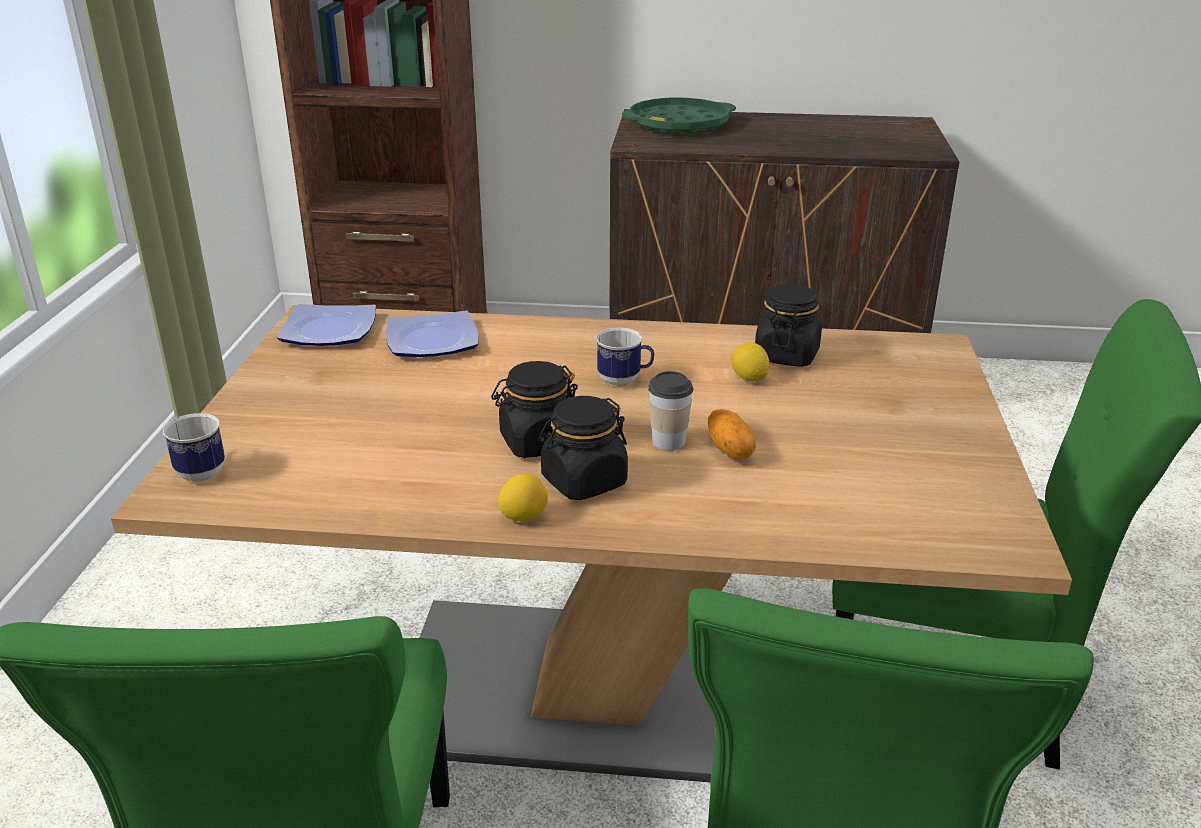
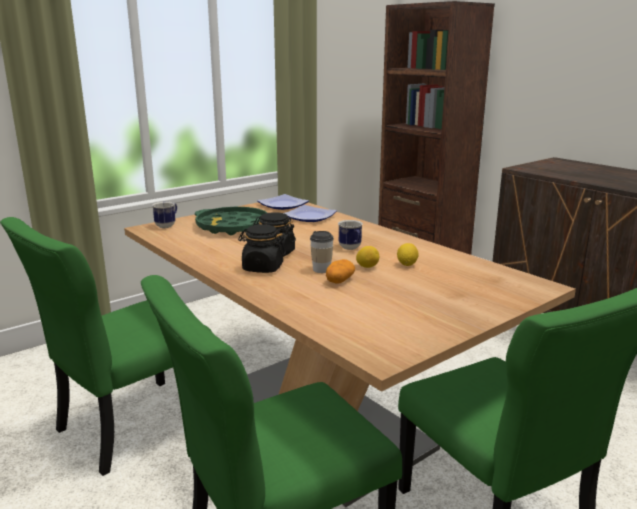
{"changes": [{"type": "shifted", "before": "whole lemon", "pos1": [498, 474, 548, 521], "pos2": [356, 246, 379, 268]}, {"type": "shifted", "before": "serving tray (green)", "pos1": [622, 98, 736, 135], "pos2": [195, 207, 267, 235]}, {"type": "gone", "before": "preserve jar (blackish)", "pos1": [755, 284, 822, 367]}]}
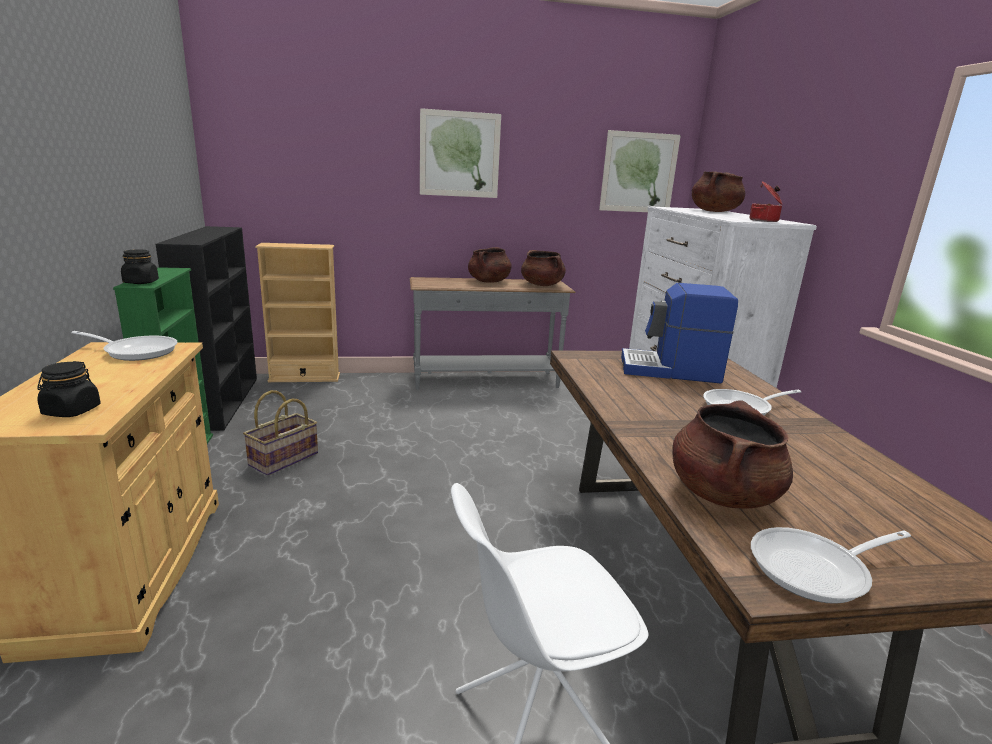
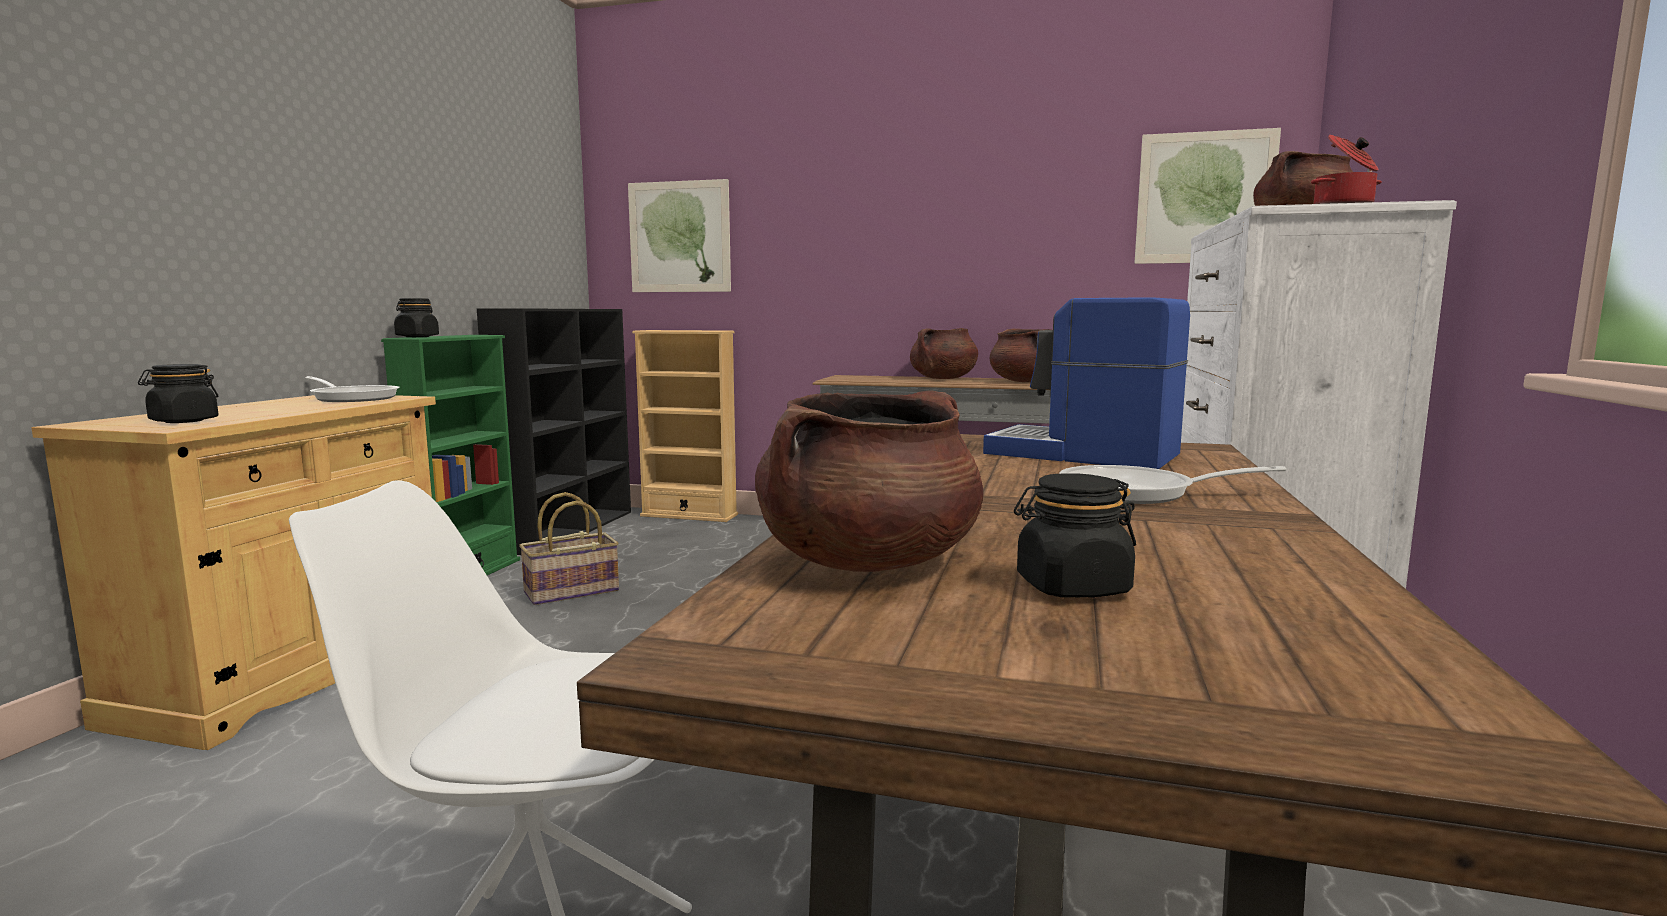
{"changes": [{"type": "shifted", "before": "wall picture", "pos1": [420, 108, 501, 198], "pos2": [628, 179, 731, 292]}, {"type": "gone", "before": "pan", "pos1": [751, 527, 911, 604]}, {"type": "new", "after": "preserve jar (blackish)", "pos2": [1014, 473, 1136, 598]}]}
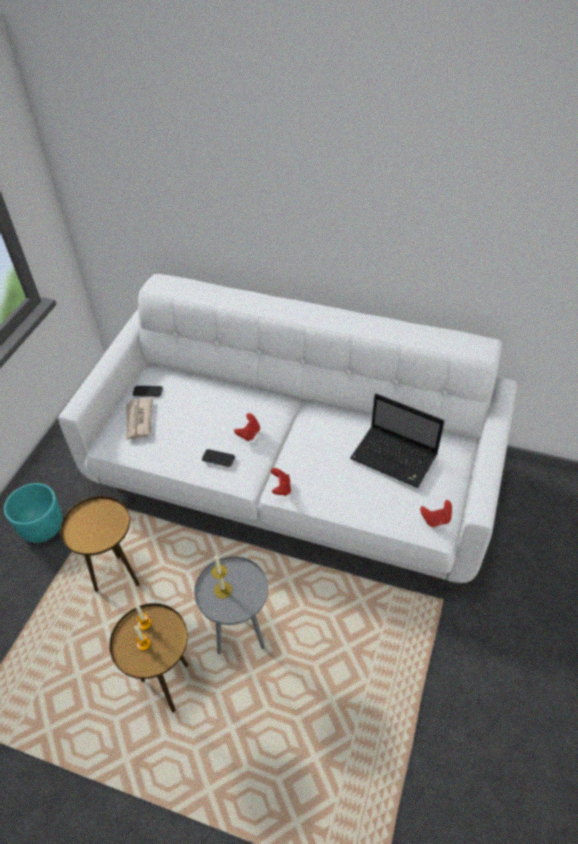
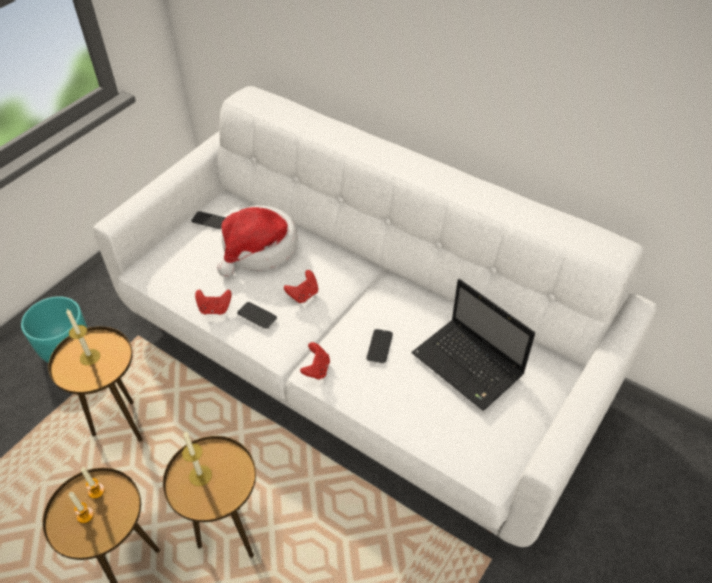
{"changes": [{"type": "gone", "before": "printed paper", "pos1": [126, 398, 153, 441]}, {"type": "repainted", "before": "end table (grey)", "after": "end table (brown)", "pos1": [194, 556, 268, 654], "pos2": [163, 436, 256, 558]}, {"type": "shifted", "before": "joypad (red)", "pos1": [420, 500, 452, 527], "pos2": [195, 289, 232, 315]}, {"type": "new", "after": "wax candle", "pos2": [66, 309, 100, 365]}, {"type": "new", "after": "hat", "pos2": [217, 205, 298, 277]}, {"type": "new", "after": "handset", "pos2": [367, 329, 393, 363]}]}
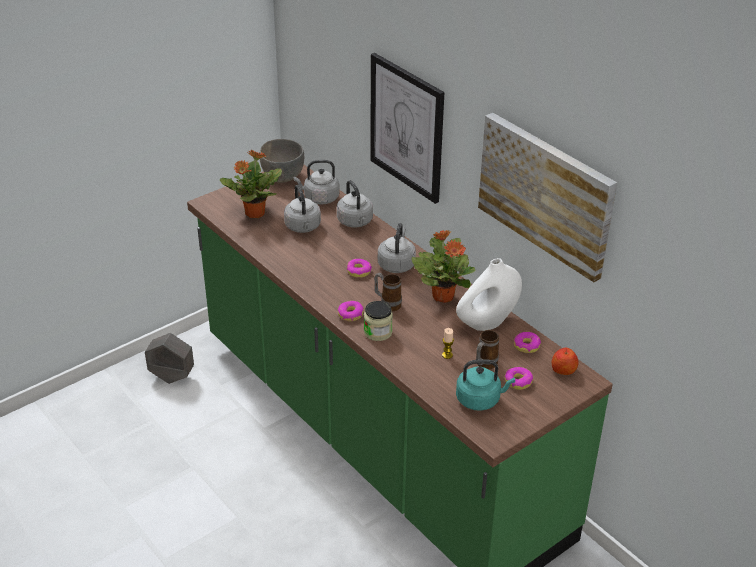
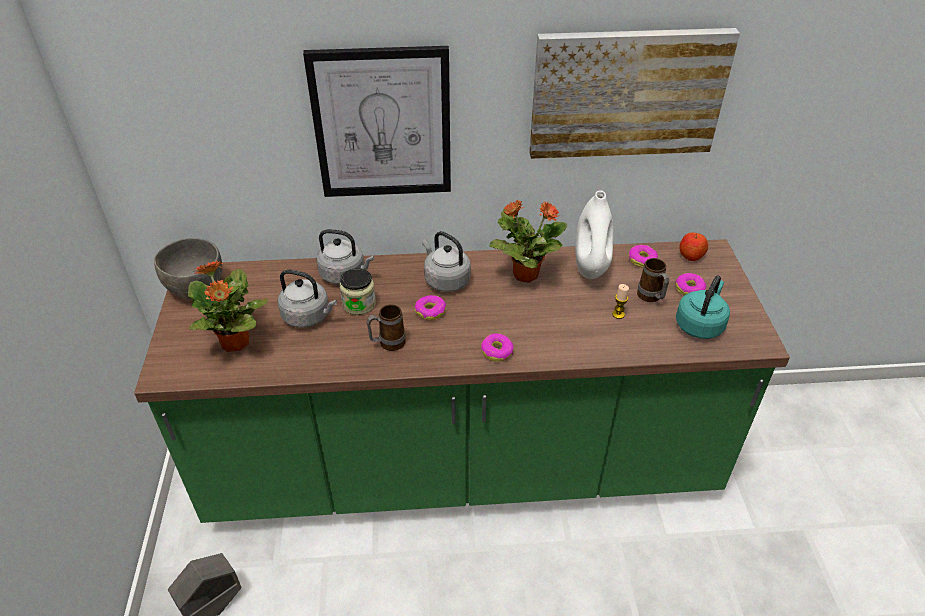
{"changes": [{"type": "gone", "before": "tea kettle (grey)", "pos1": [294, 160, 340, 205]}, {"type": "shifted", "before": "preserve jar", "pos1": [364, 301, 393, 341], "pos2": [340, 268, 376, 315]}, {"type": "shifted", "before": "tea mug", "pos1": [374, 273, 402, 311], "pos2": [367, 304, 406, 351]}]}
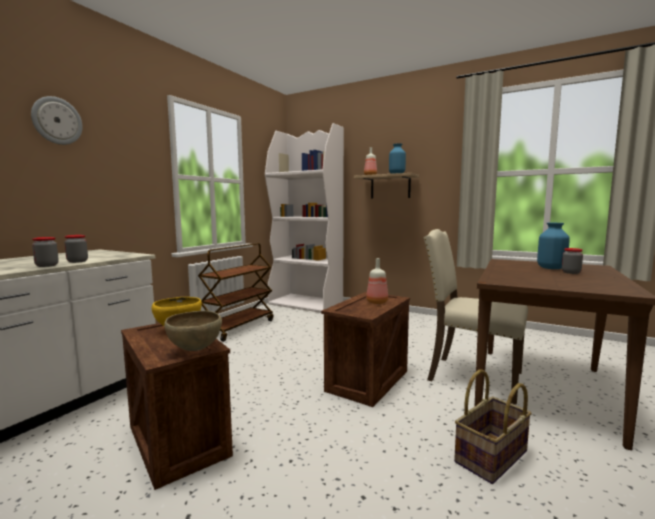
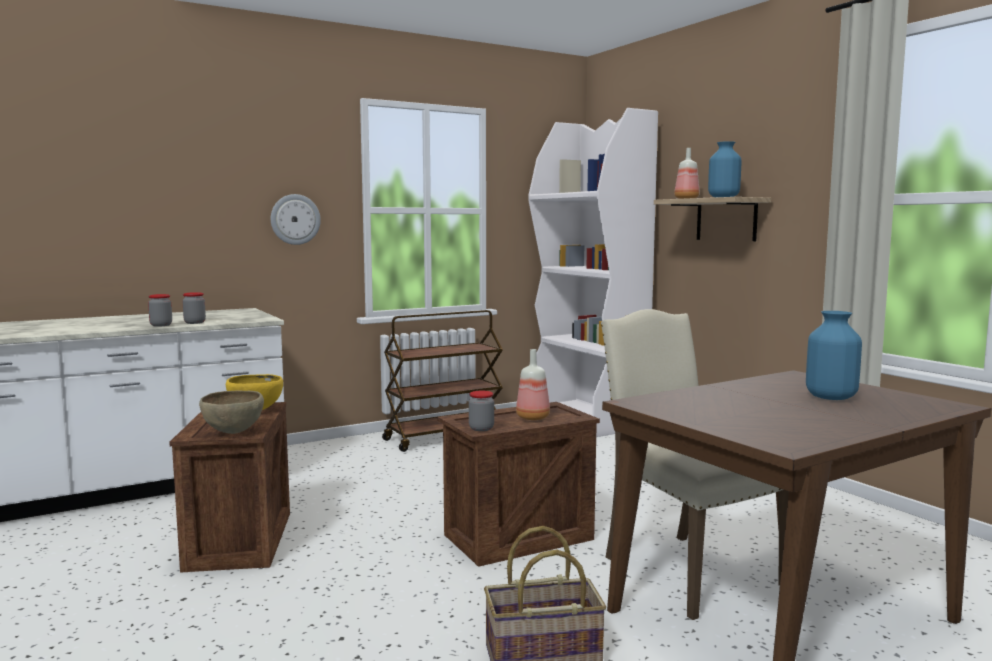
{"changes": [{"type": "shifted", "before": "hanging clock", "pos1": [31, 96, 83, 145], "pos2": [271, 194, 321, 245]}, {"type": "shifted", "before": "preserve jar", "pos1": [562, 248, 583, 274], "pos2": [469, 391, 494, 431]}]}
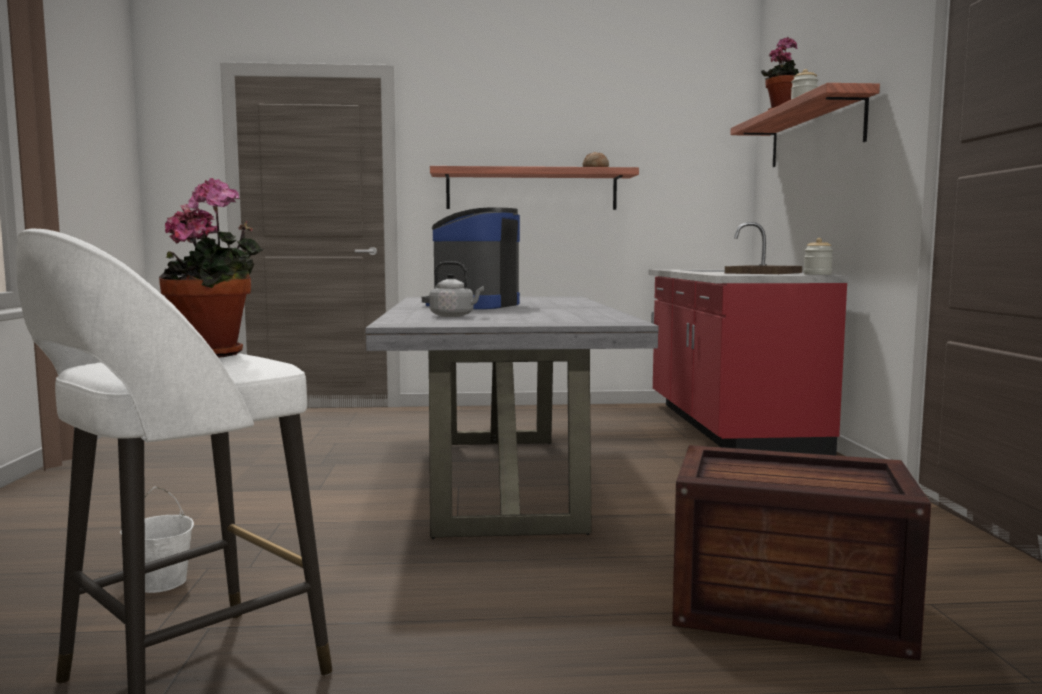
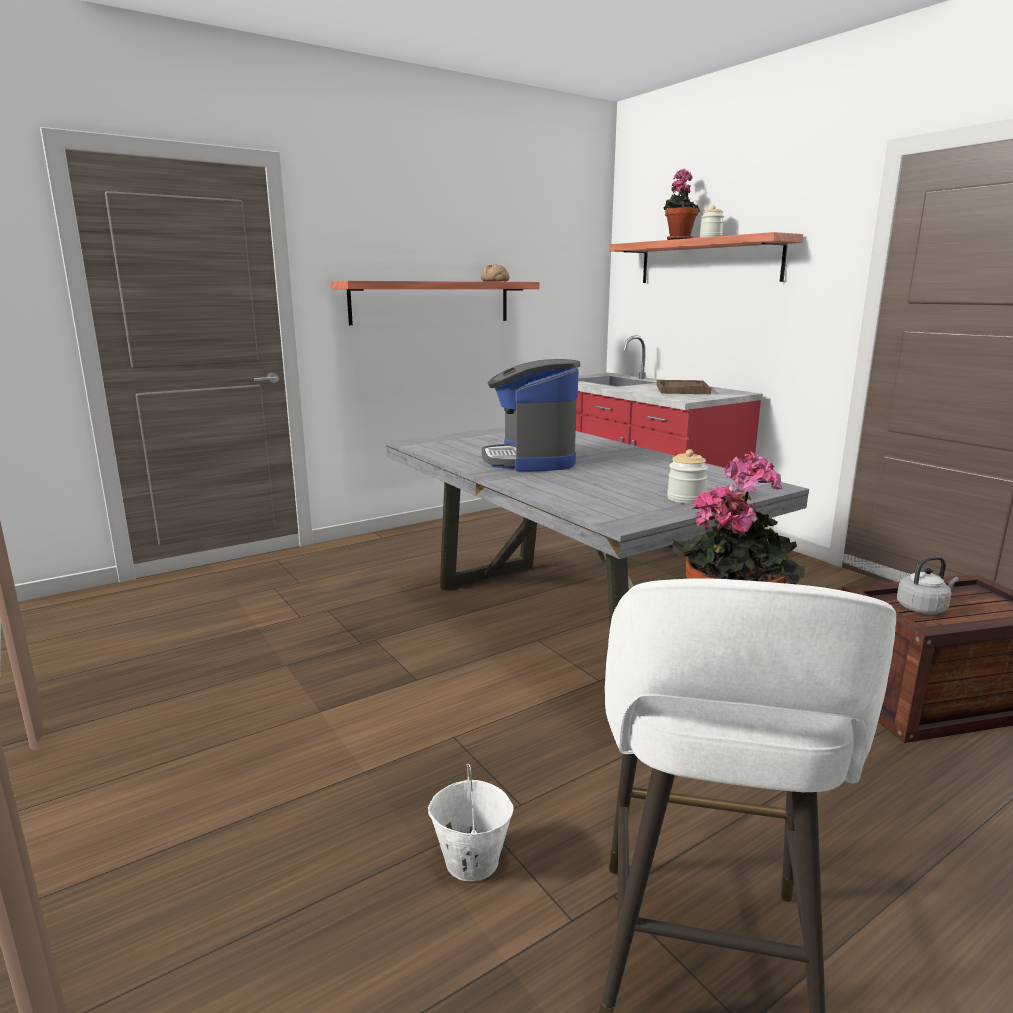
{"changes": [{"type": "shifted", "before": "tea kettle (grey)", "pos1": [429, 261, 484, 317], "pos2": [897, 556, 959, 614]}, {"type": "shifted", "before": "preserve jar", "pos1": [804, 238, 833, 275], "pos2": [667, 449, 708, 504]}]}
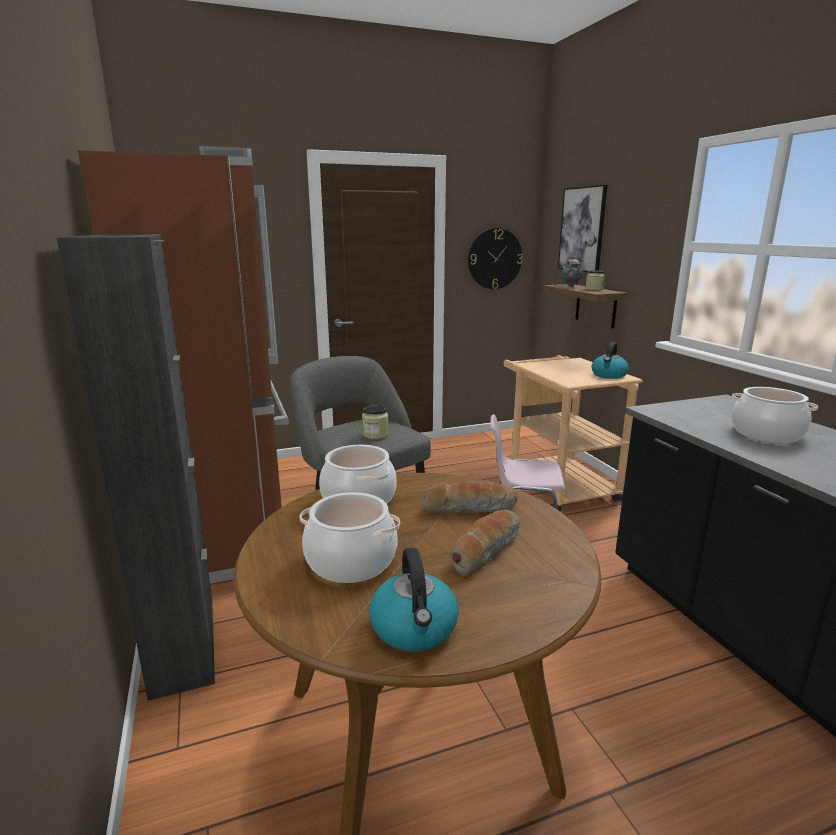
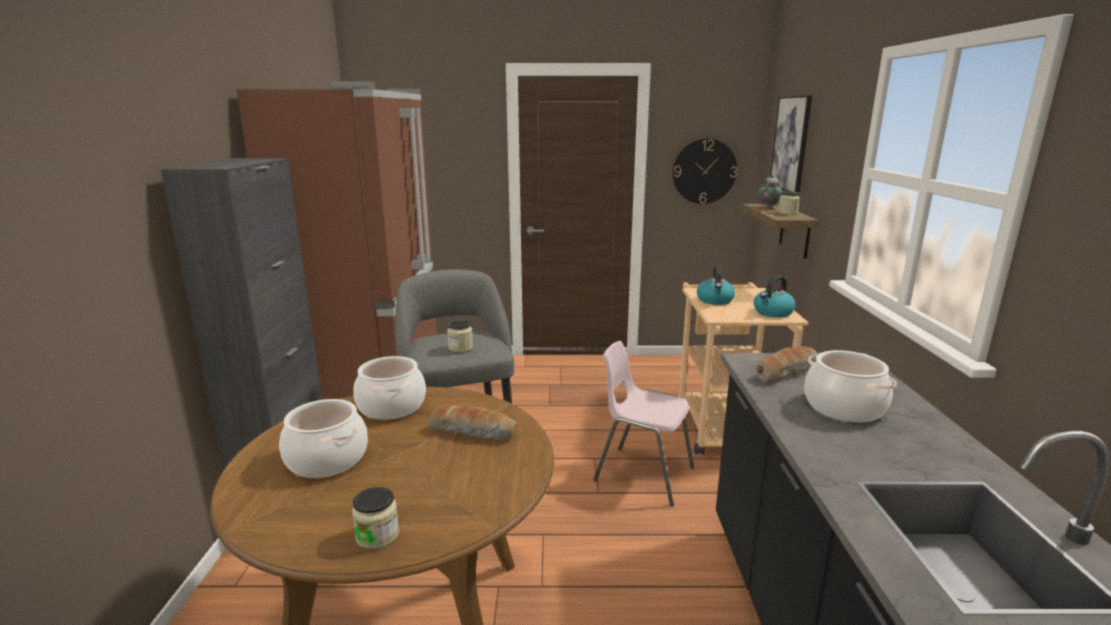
{"changes": [{"type": "shifted", "before": "tea kettle", "pos1": [369, 547, 459, 652], "pos2": [697, 265, 735, 305]}, {"type": "shifted", "before": "bread", "pos1": [450, 510, 520, 577], "pos2": [756, 346, 818, 384]}, {"type": "new", "after": "preserve jar", "pos2": [352, 487, 399, 549]}]}
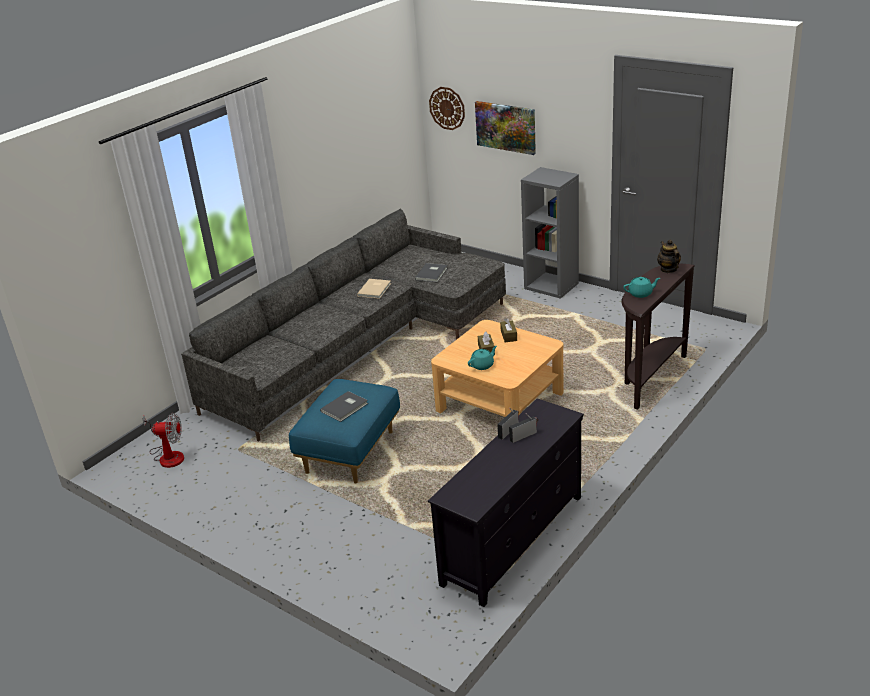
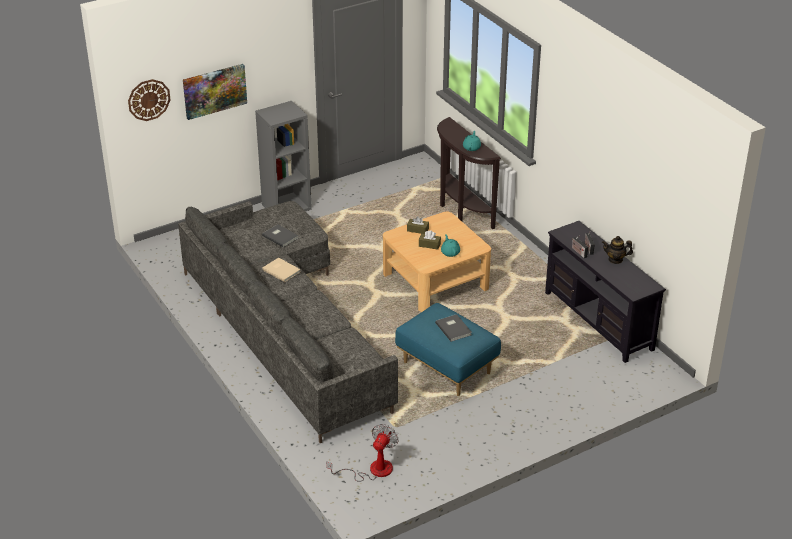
{"changes": [{"type": "shifted", "before": "tea pot", "pos1": [657, 240, 681, 273], "pos2": [602, 236, 633, 264]}]}
